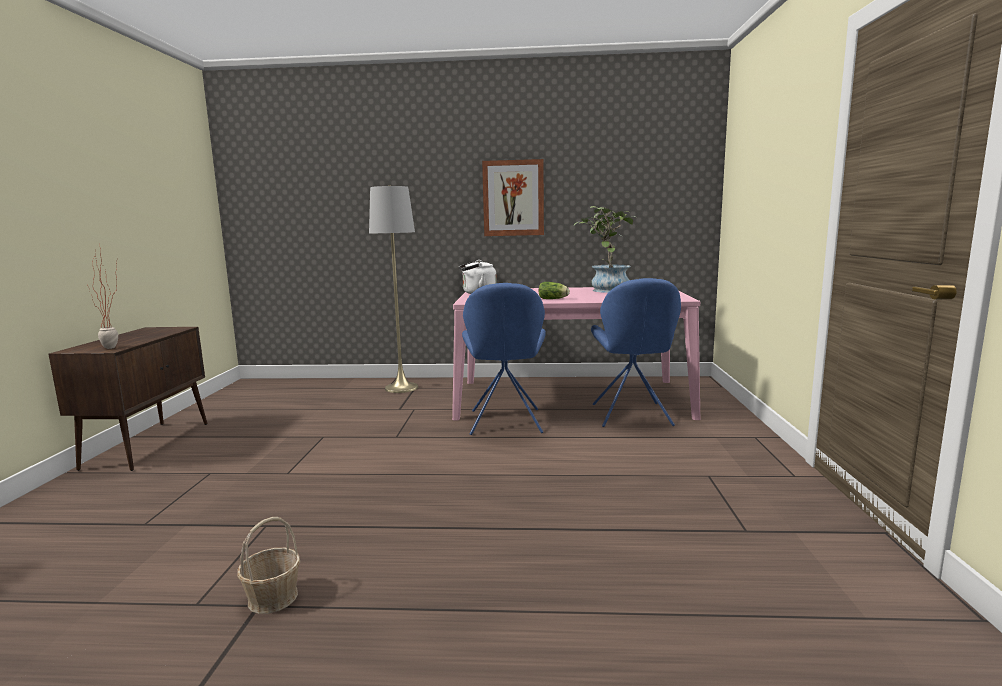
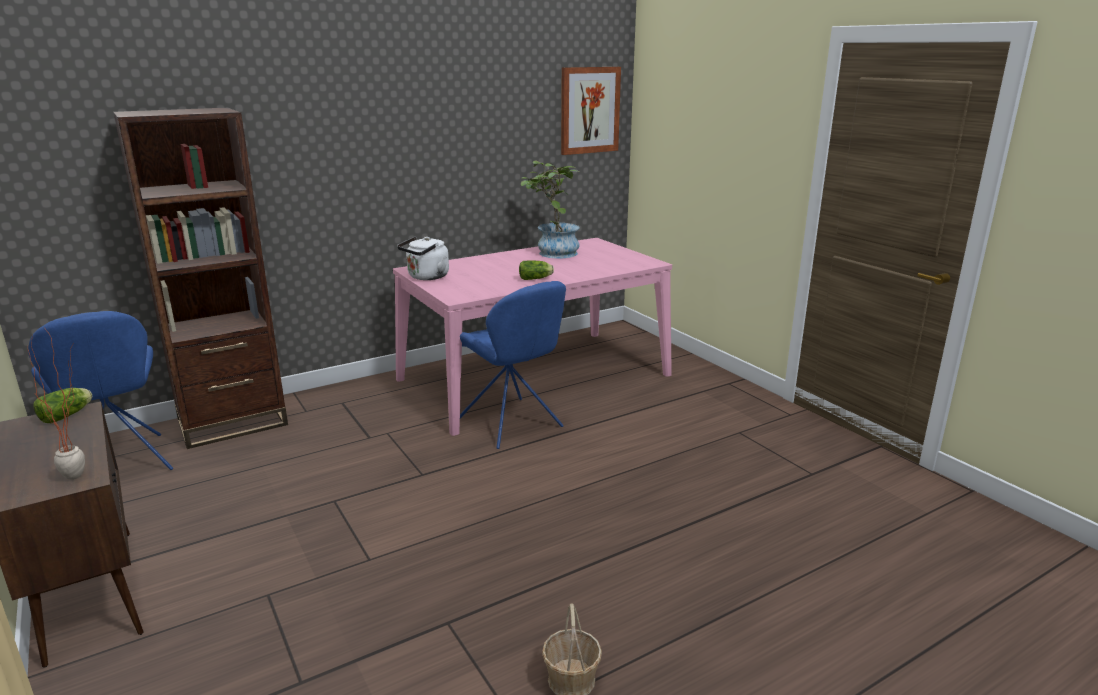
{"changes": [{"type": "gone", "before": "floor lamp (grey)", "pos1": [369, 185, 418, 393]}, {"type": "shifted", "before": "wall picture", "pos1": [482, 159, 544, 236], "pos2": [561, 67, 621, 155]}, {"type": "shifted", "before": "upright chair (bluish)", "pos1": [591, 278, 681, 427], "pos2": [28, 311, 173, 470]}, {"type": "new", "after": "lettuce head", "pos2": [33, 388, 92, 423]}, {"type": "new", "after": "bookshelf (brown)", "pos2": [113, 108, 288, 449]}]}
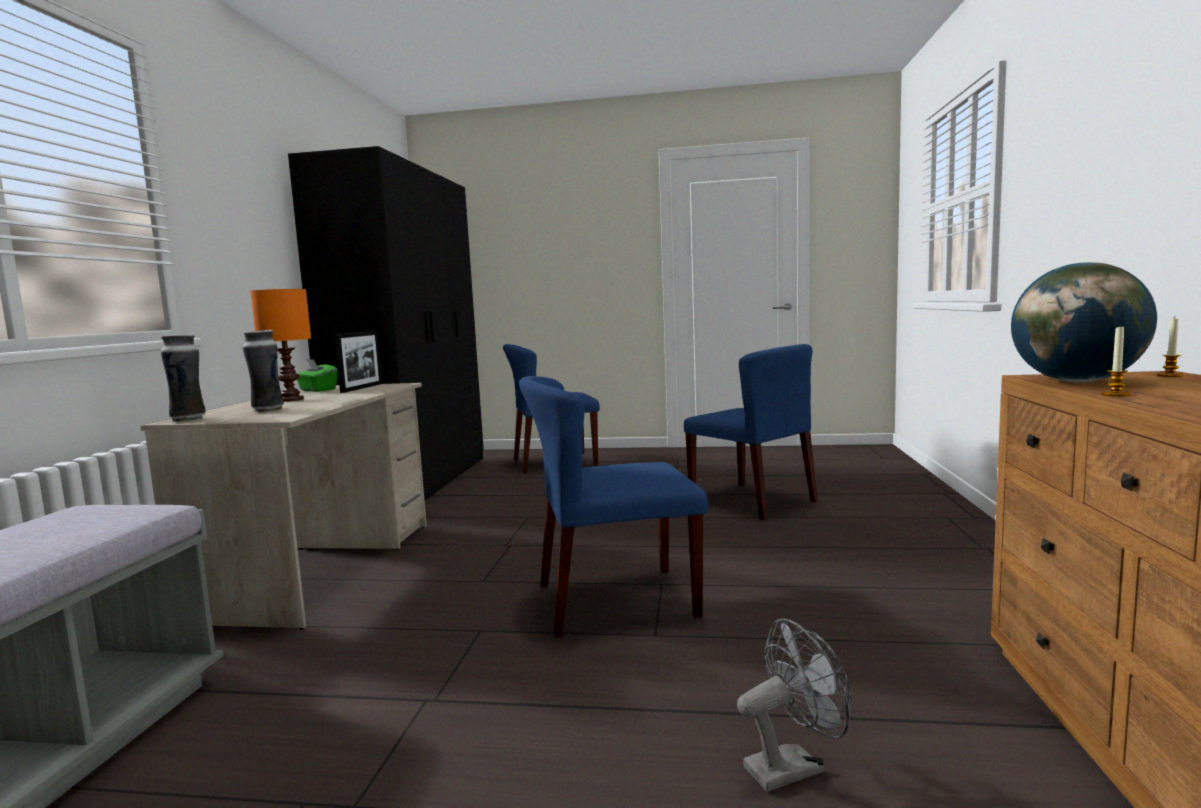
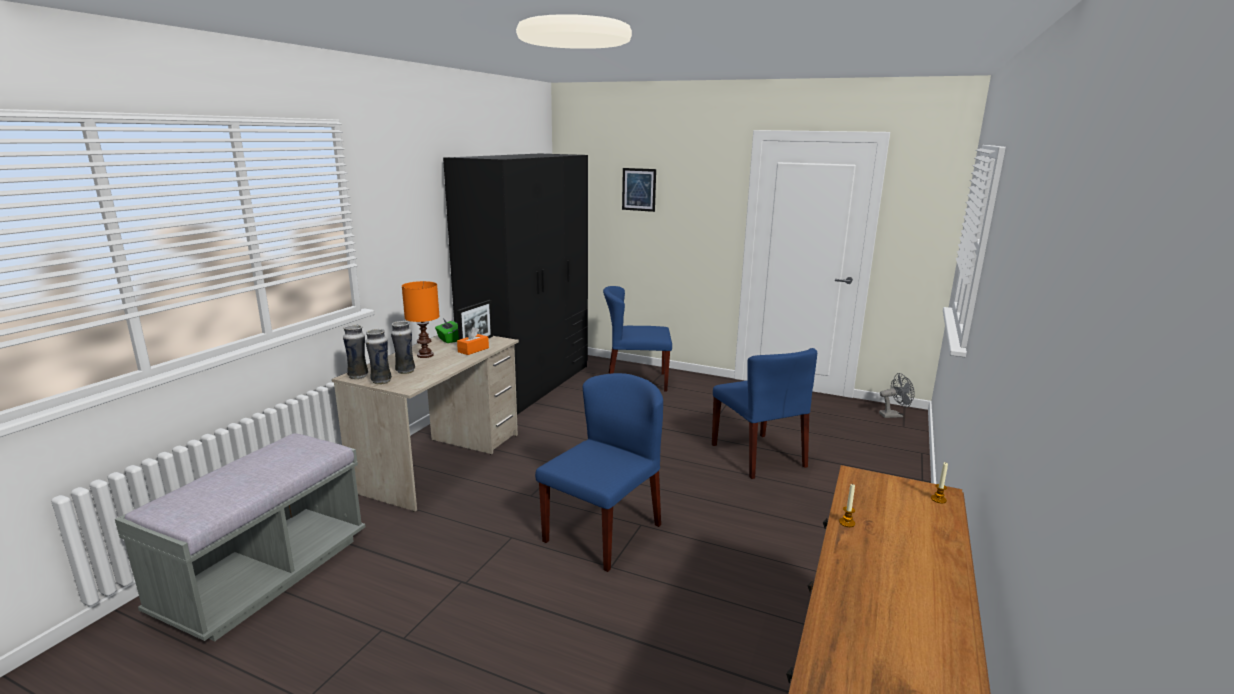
{"changes": [{"type": "rotated", "before": "upright chair (bluish)", "pos1": [519, 376, 708, 637], "pos2": [535, 373, 663, 572], "turn": 120}, {"type": "shifted", "before": "fan (grey)", "pos1": [737, 618, 851, 792], "pos2": [879, 373, 915, 418]}, {"type": "gone", "before": "desk globe", "pos1": [1011, 262, 1157, 382]}, {"type": "new", "after": "decorative vase", "pos2": [365, 329, 392, 384]}, {"type": "new", "after": "tissue holder (orangey)", "pos2": [457, 327, 489, 355]}, {"type": "new", "after": "wall picture", "pos2": [622, 168, 656, 212]}]}
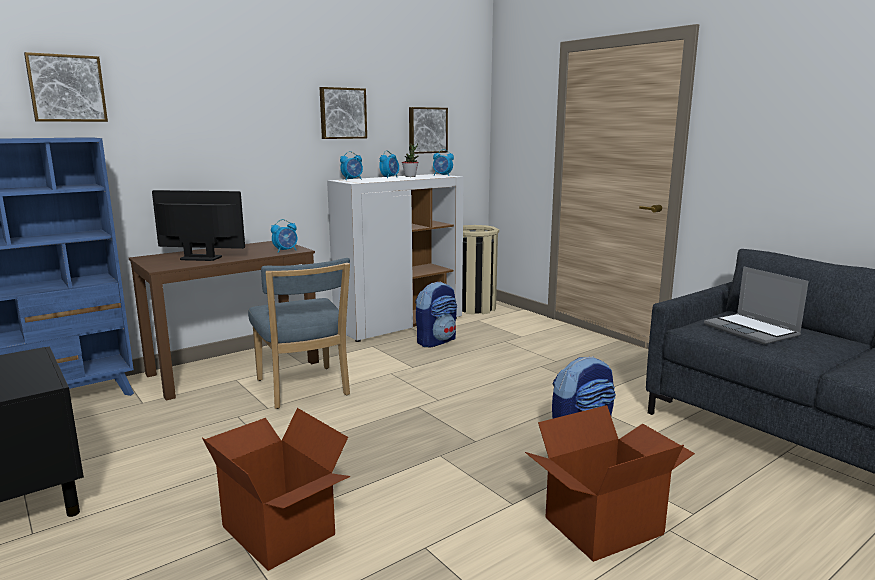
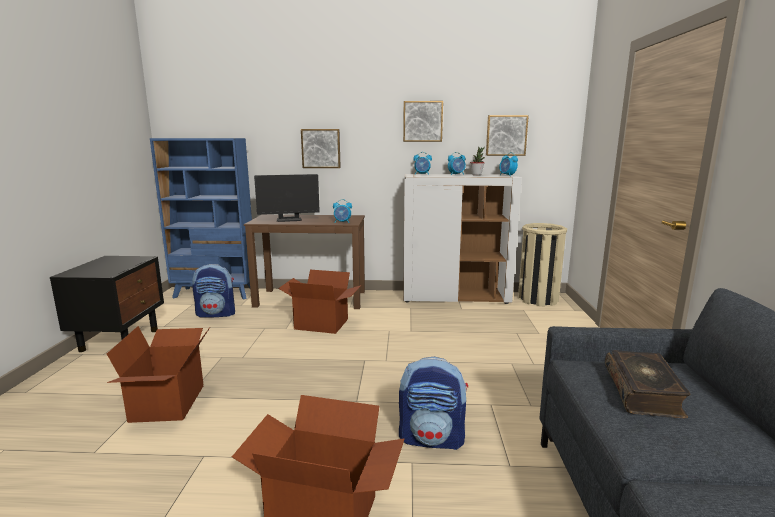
{"changes": [{"type": "shifted", "before": "wall picture", "pos1": [24, 52, 108, 122], "pos2": [301, 129, 341, 168]}, {"type": "rotated", "before": "computer screen", "pos1": [152, 190, 245, 261], "pos2": [254, 174, 320, 222], "turn": 120}, {"type": "swapped", "before": "upright chair (bluish)", "after": "packing box", "pos1": [248, 258, 350, 409], "pos2": [278, 270, 362, 334]}, {"type": "shifted", "before": "knapsack", "pos1": [415, 282, 457, 347], "pos2": [192, 264, 235, 318]}, {"type": "swapped", "before": "notebook computer", "after": "bound book", "pos1": [704, 267, 809, 344], "pos2": [605, 350, 691, 419]}]}
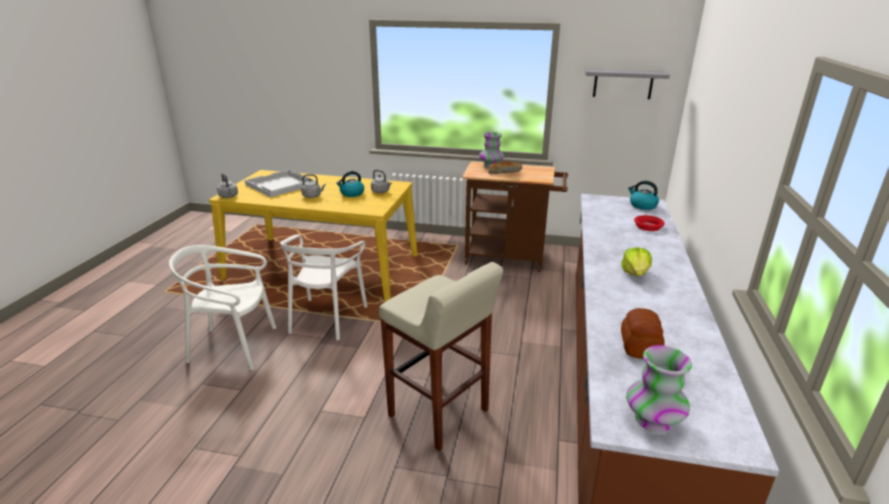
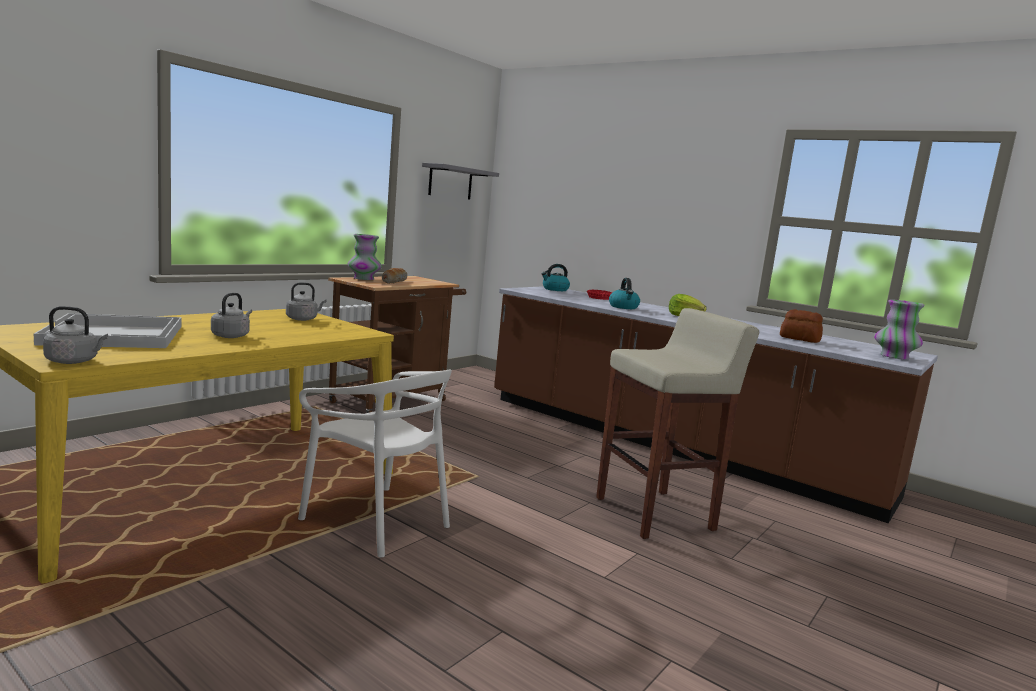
{"changes": [{"type": "gone", "before": "upright chair (white)", "pos1": [169, 245, 276, 370]}, {"type": "shifted", "before": "tea kettle", "pos1": [336, 171, 364, 197], "pos2": [609, 278, 640, 309]}]}
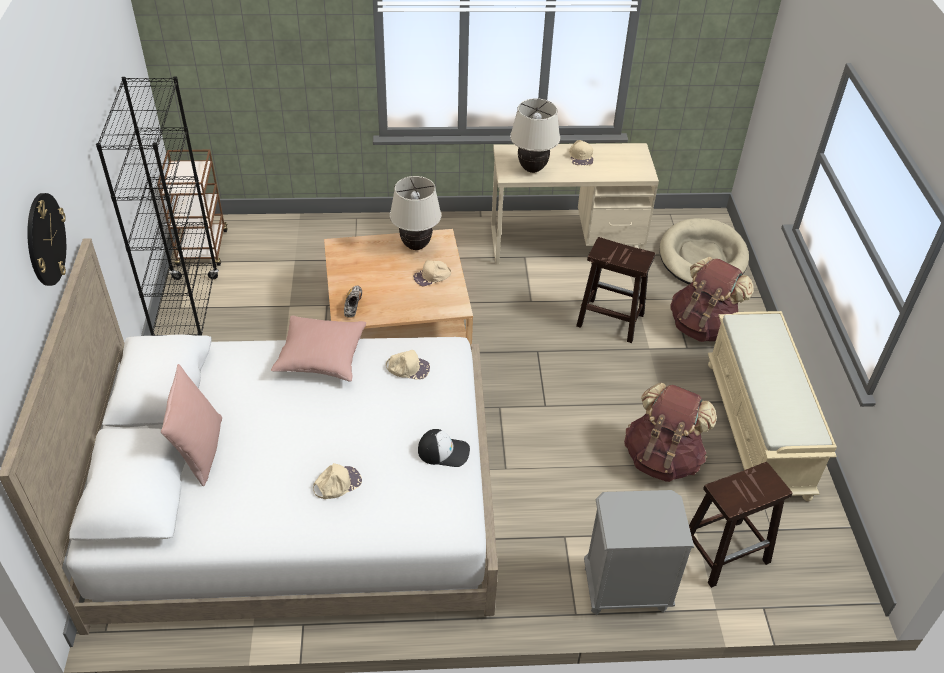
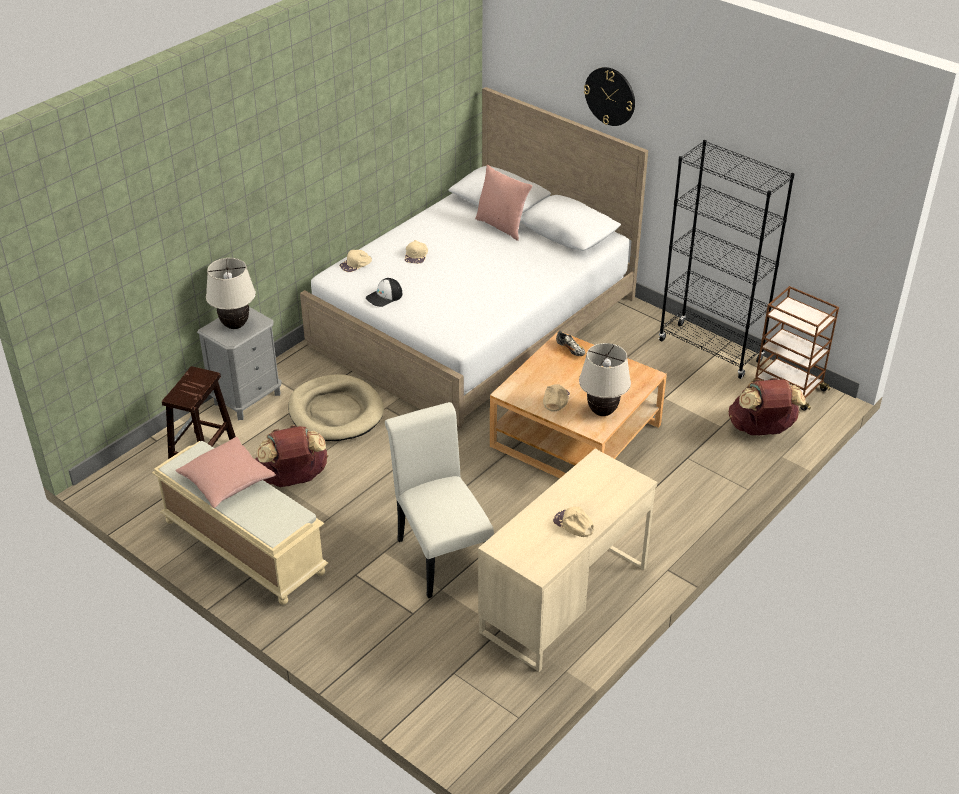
{"changes": [{"type": "shifted", "before": "throw pillow (pink)", "pos1": [271, 315, 366, 382], "pos2": [176, 437, 276, 508]}, {"type": "shifted", "before": "cap (beige)", "pos1": [386, 350, 430, 380], "pos2": [339, 250, 372, 272]}, {"type": "shifted", "before": "tabletop lamp (beige)", "pos1": [510, 98, 560, 173], "pos2": [206, 258, 256, 329]}, {"type": "swapped", "before": "stool seat (brown)", "after": "upright chair (white)", "pos1": [576, 237, 656, 343], "pos2": [385, 402, 494, 598]}, {"type": "shifted", "before": "dog cushion (beige)", "pos1": [659, 218, 749, 285], "pos2": [288, 374, 384, 441]}, {"type": "shifted", "before": "knapsack (brown)", "pos1": [671, 257, 754, 342], "pos2": [729, 378, 806, 435]}]}
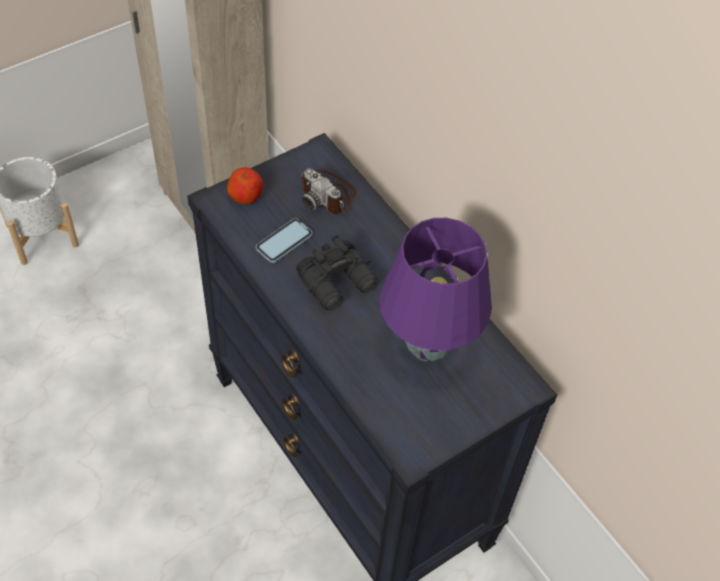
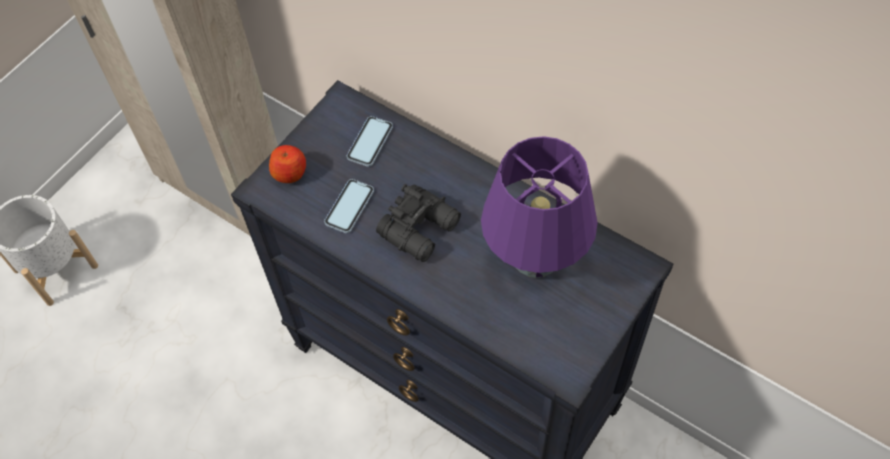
{"changes": [{"type": "swapped", "before": "photo camera", "after": "handset", "pos1": [300, 168, 356, 214], "pos2": [347, 116, 393, 167]}]}
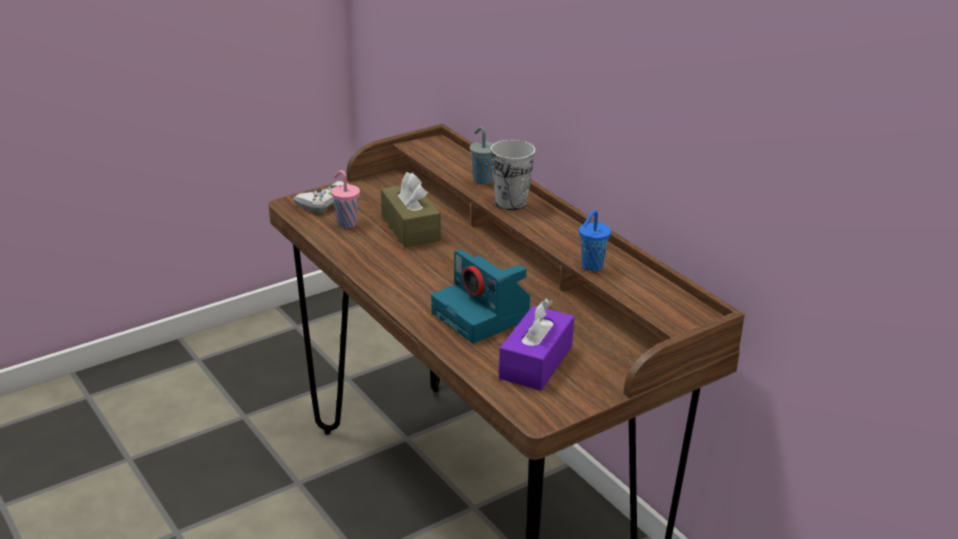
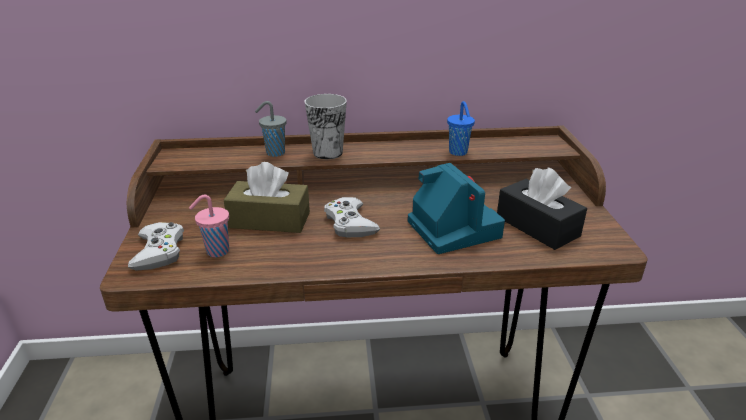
{"changes": [{"type": "rotated", "before": "photo camera", "pos1": [431, 249, 531, 343], "pos2": [408, 163, 505, 254], "turn": -105}, {"type": "repainted", "before": "tissue holder (purplish)", "after": "tissue holder (blackish)", "pos1": [499, 298, 574, 391], "pos2": [497, 168, 587, 250]}, {"type": "new", "after": "joypad (white)", "pos2": [324, 197, 380, 237]}]}
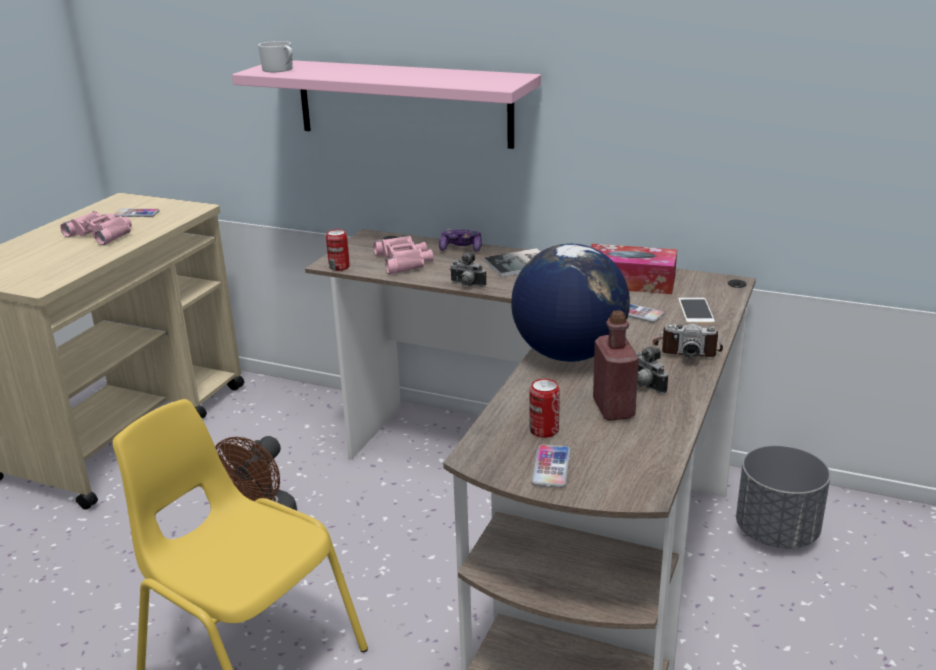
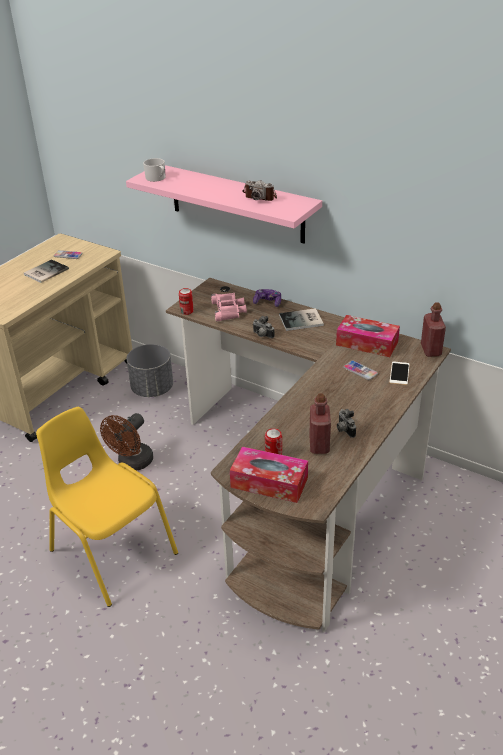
{"changes": [{"type": "swapped", "before": "binoculars (pink)", "after": "bound book", "pos1": [60, 211, 132, 245], "pos2": [24, 259, 69, 283]}, {"type": "gone", "before": "desk globe", "pos1": [511, 244, 630, 362]}, {"type": "swapped", "before": "handset", "after": "tissue holder", "pos1": [531, 444, 571, 488], "pos2": [230, 447, 308, 503]}, {"type": "shifted", "before": "photo camera", "pos1": [652, 323, 723, 359], "pos2": [242, 181, 277, 201]}, {"type": "shifted", "before": "flower pot (grey)", "pos1": [736, 445, 831, 548], "pos2": [126, 344, 173, 397]}, {"type": "new", "after": "bottle (red)", "pos2": [421, 302, 446, 357]}]}
